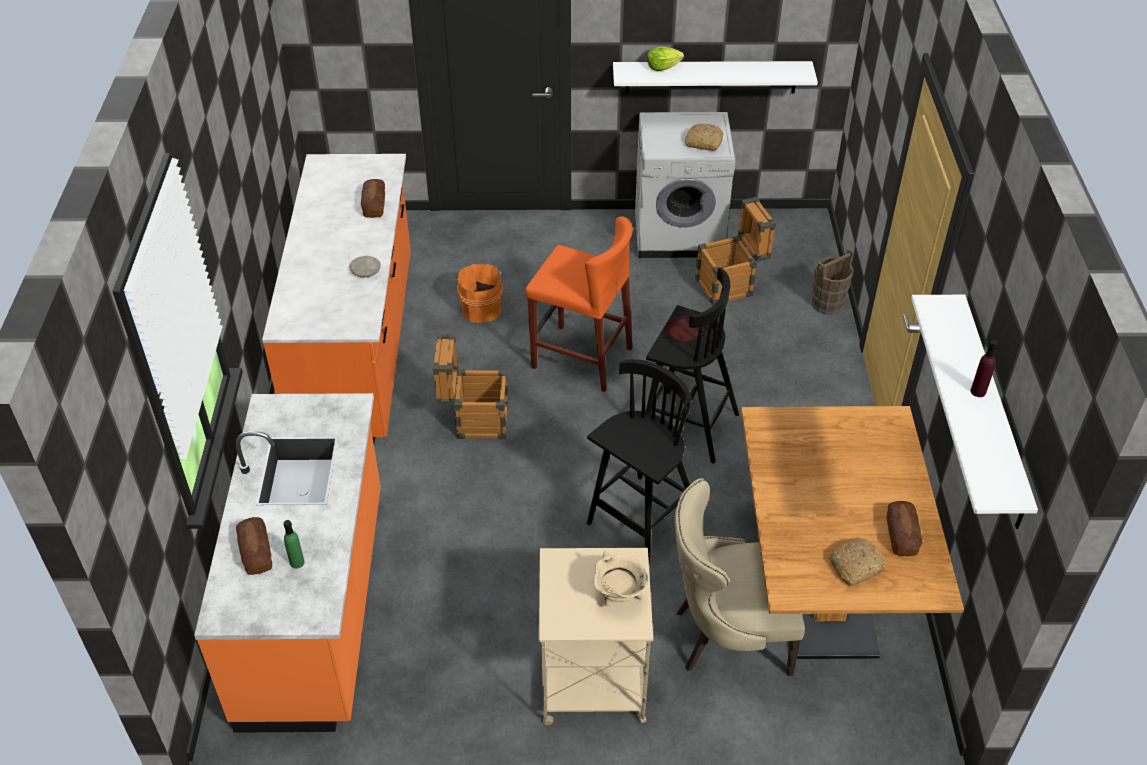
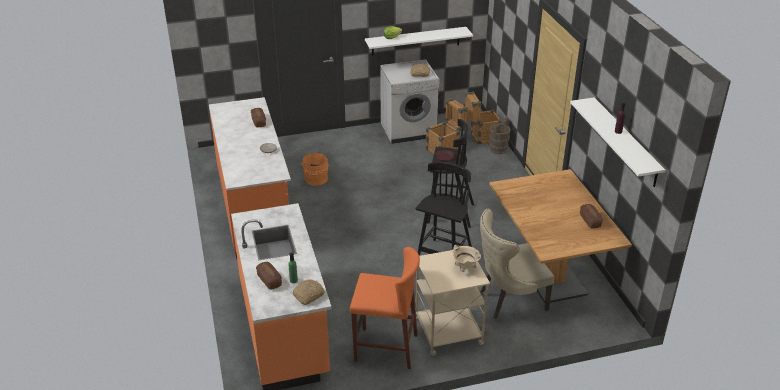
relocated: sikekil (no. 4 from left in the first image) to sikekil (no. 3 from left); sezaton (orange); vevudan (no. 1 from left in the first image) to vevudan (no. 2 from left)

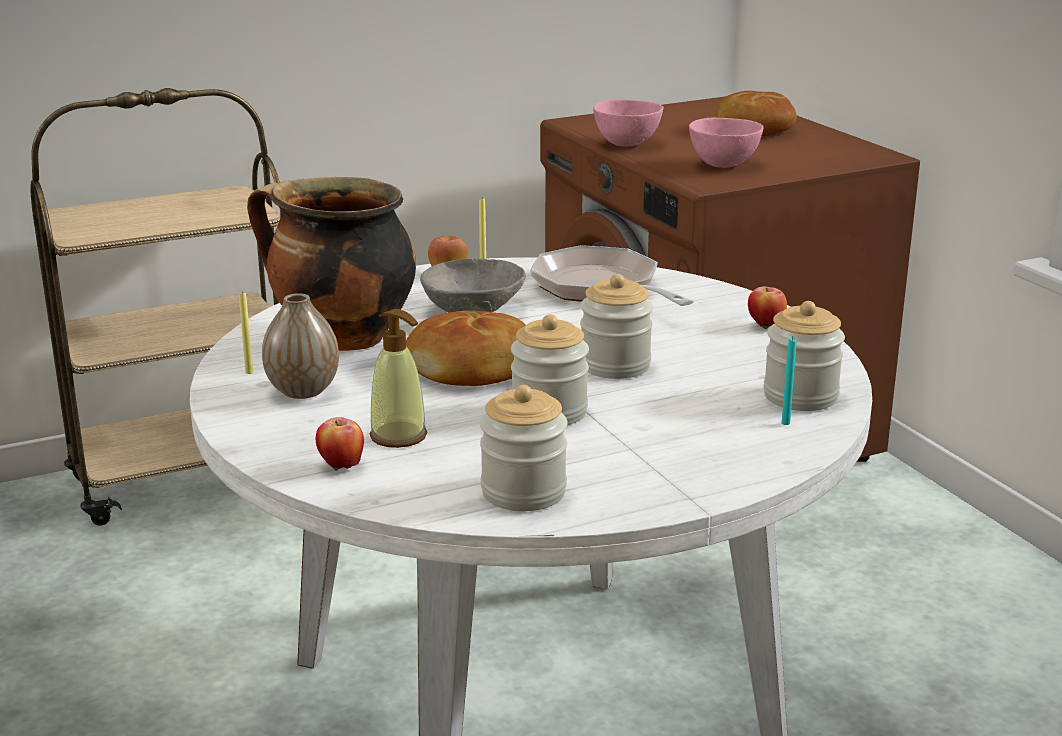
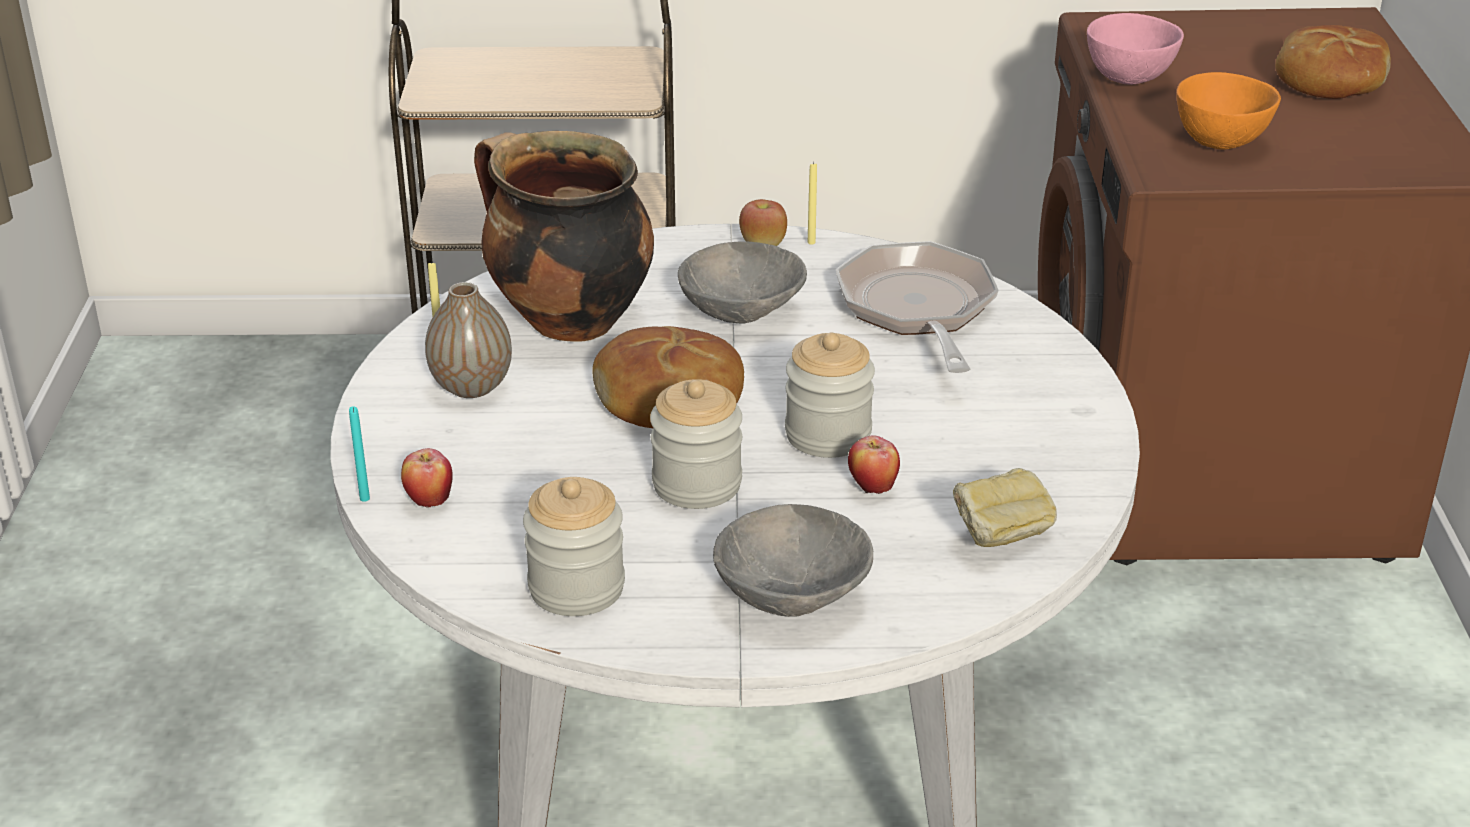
missing: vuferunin
appeared: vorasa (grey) (no. 2 from left)
relocated: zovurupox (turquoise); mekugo (no. 3 from left)
exchanged: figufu (no. 4 from left) to sikekil (no. 2 from left)
colour: vorasa (pink) (no. 2 from left) to vorasa (orange)

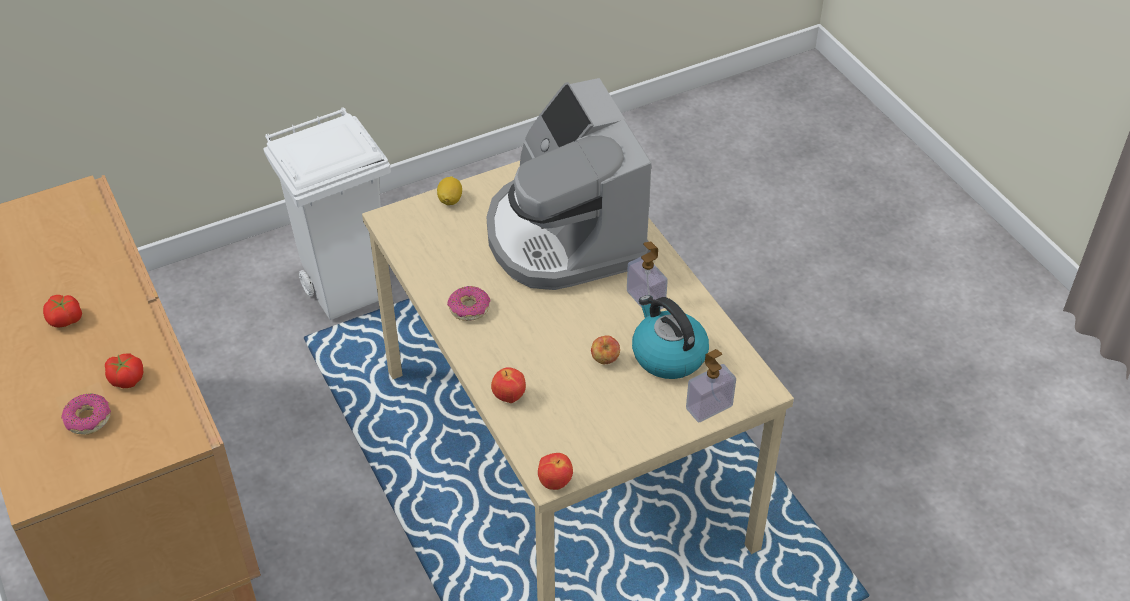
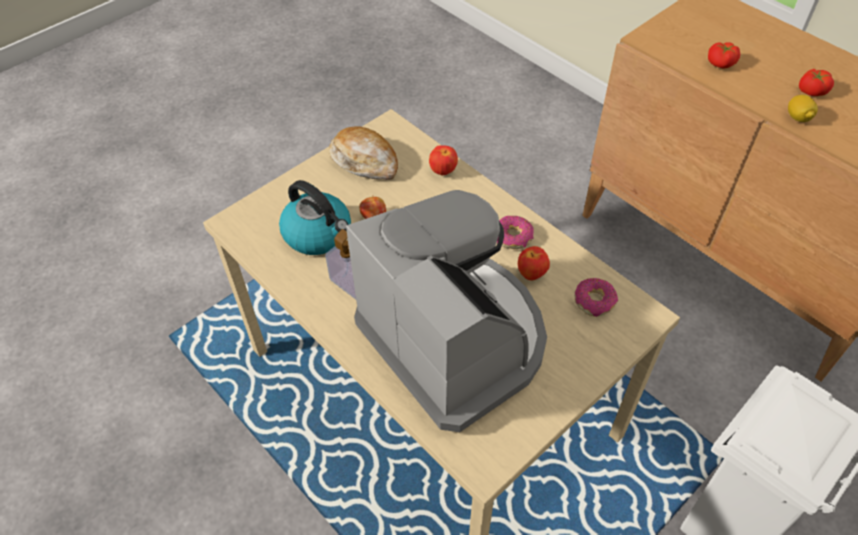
missing: vuferunin (no. 2 from left)
appeared: sikekil
relocated: mekugo (no. 2 from left in the first image) to mekugo (no. 3 from left); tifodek (no. 1 from left in the first image) to tifodek (no. 2 from left); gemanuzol

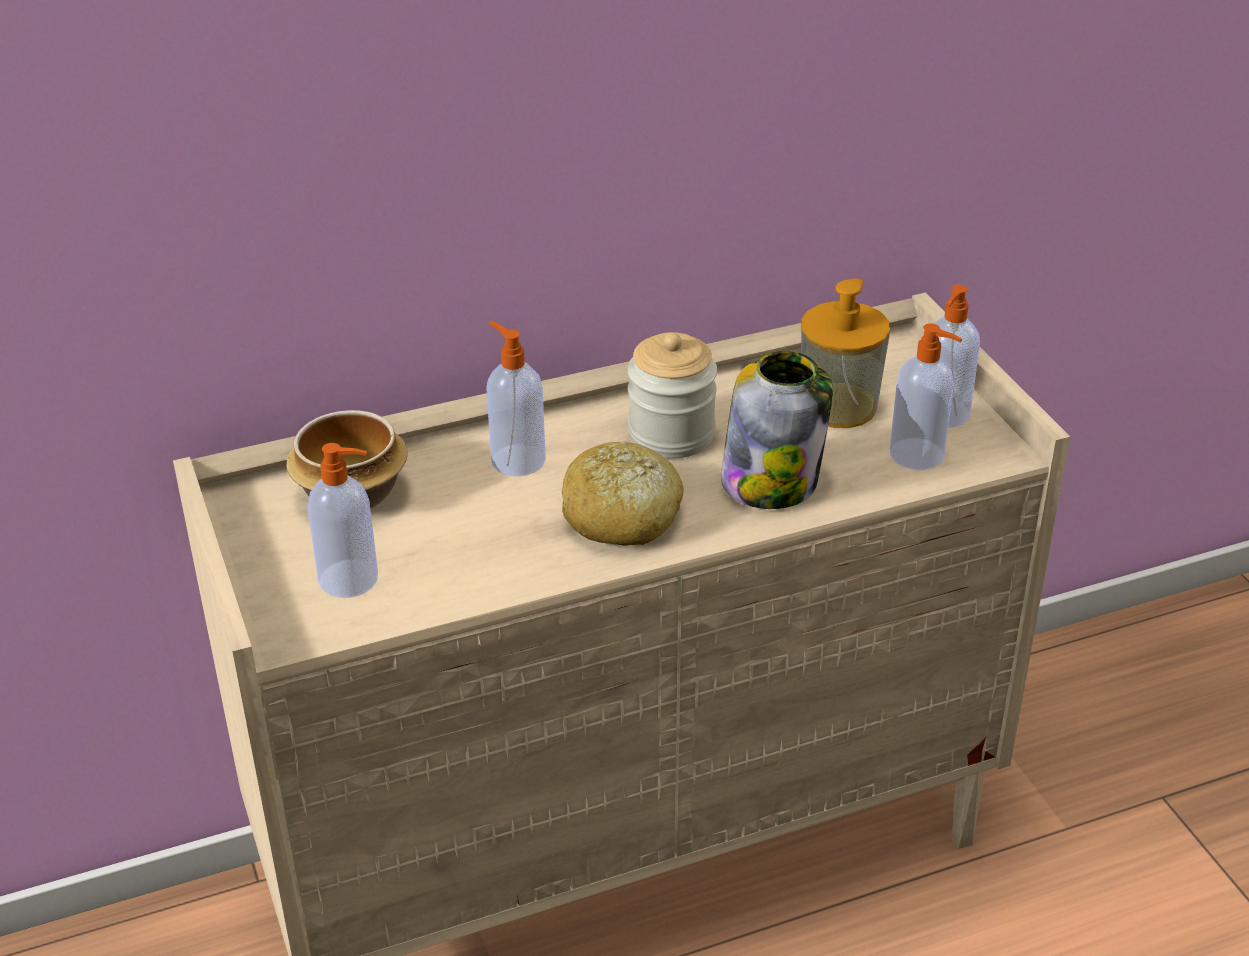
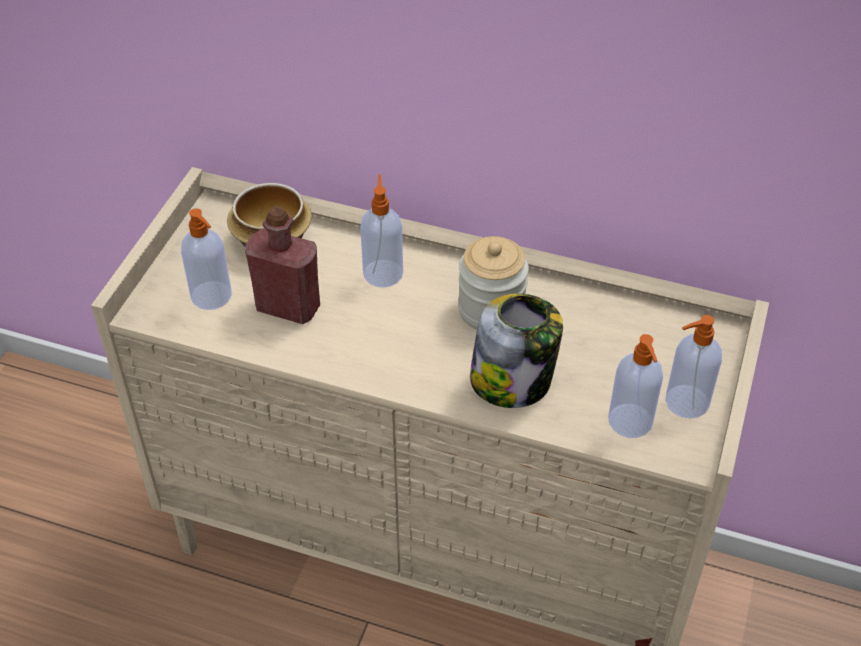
missing: sikekil; vuferunin (no. 3 from left)
appeared: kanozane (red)

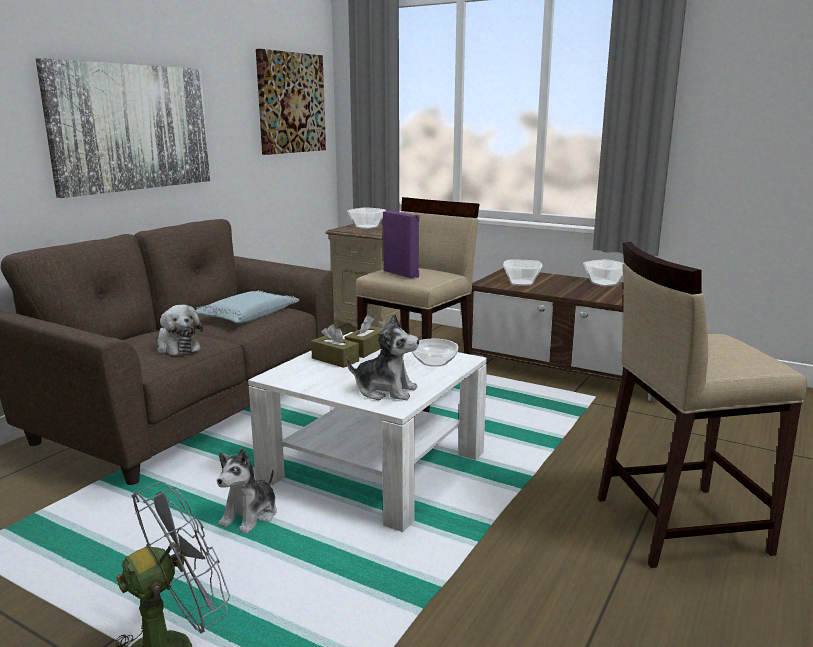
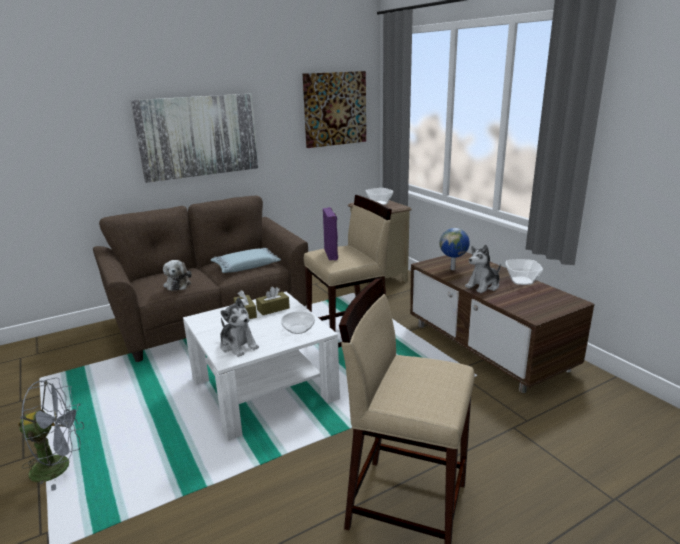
relocated: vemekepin (no. 2 from left in the first image) to vemekepin (no. 3 from left)
exchanged: vorasa (no. 3 from left) to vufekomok

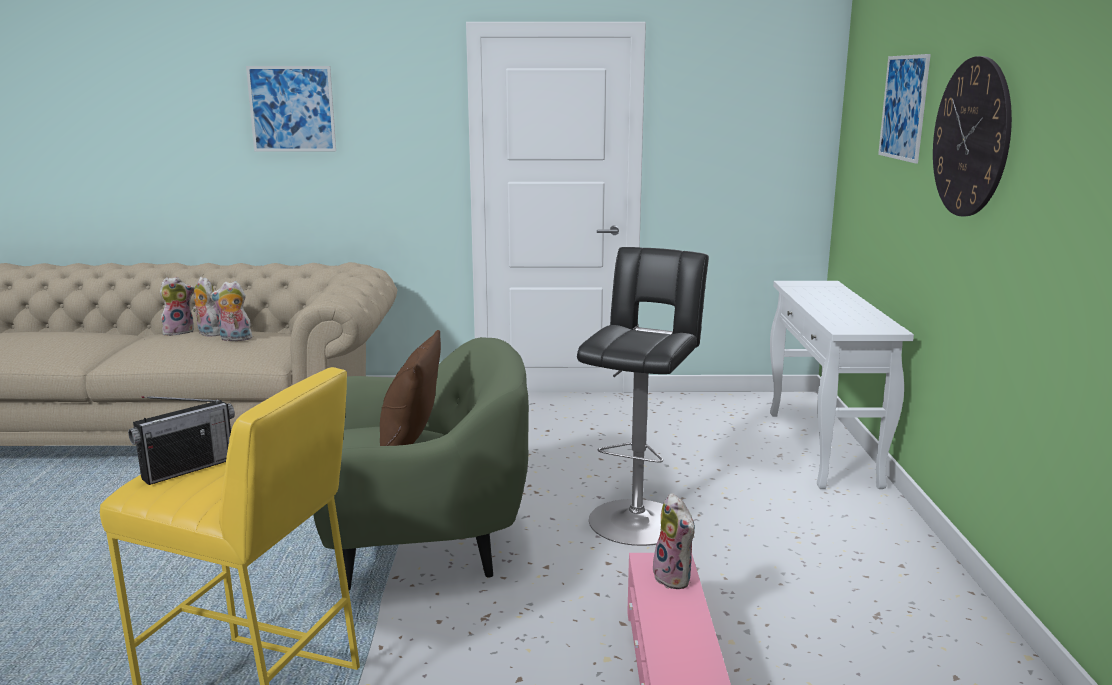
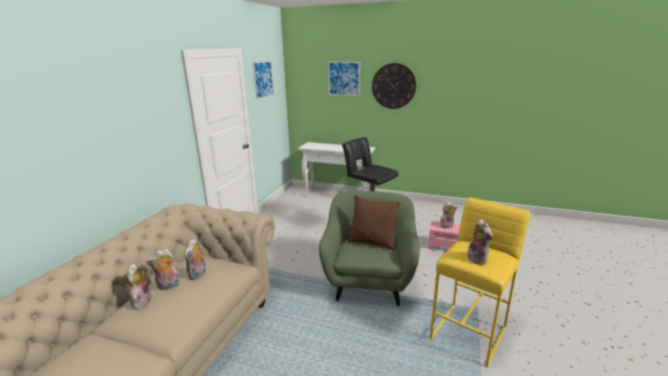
relocated: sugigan (no. 1 from left)
exchanged: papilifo to vemekepin (no. 5 from left)

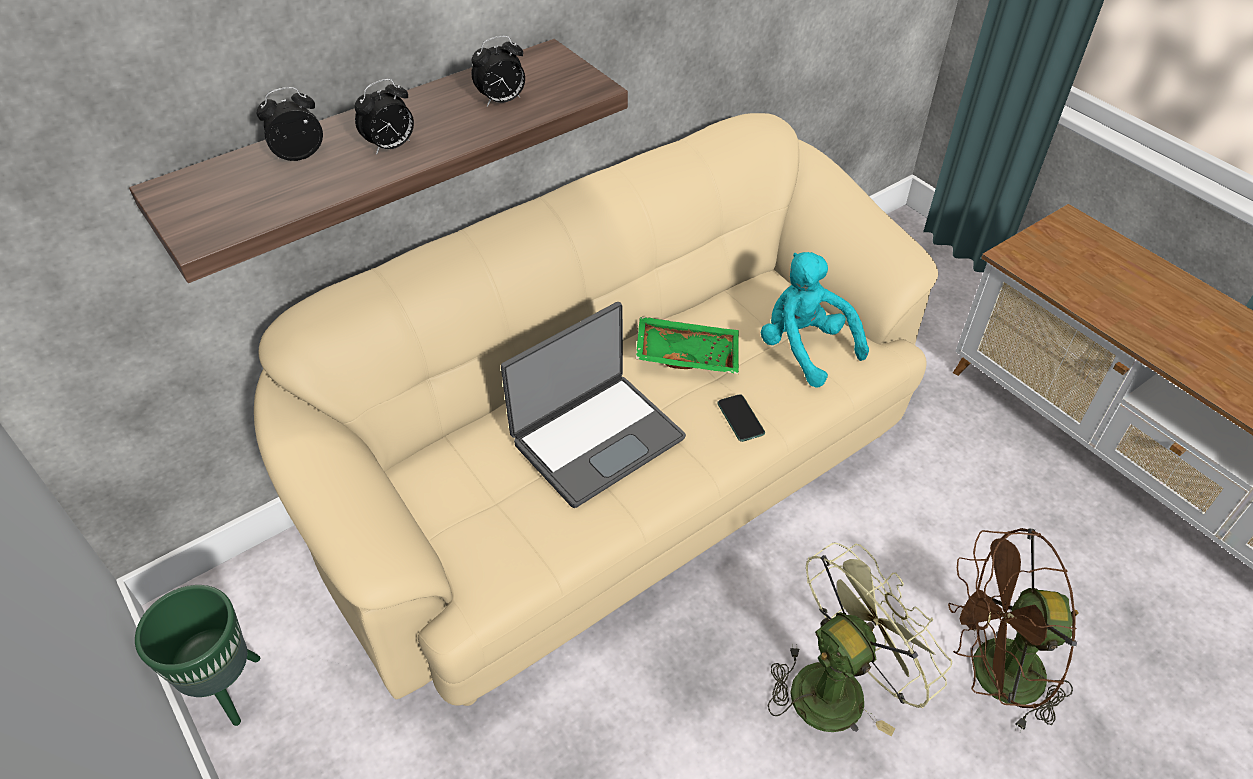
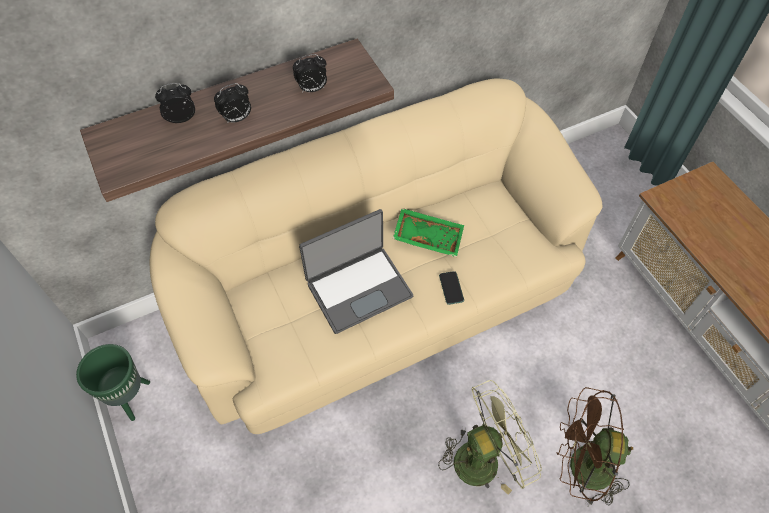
missing: vemekepin (turquoise)

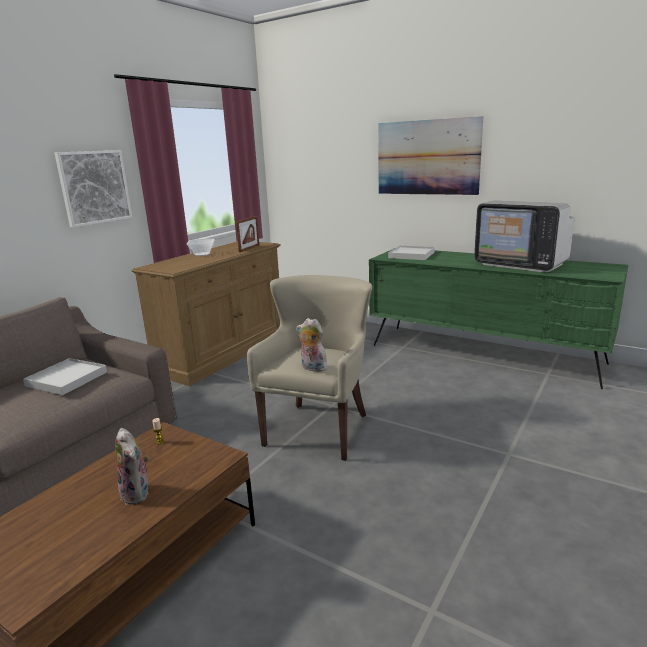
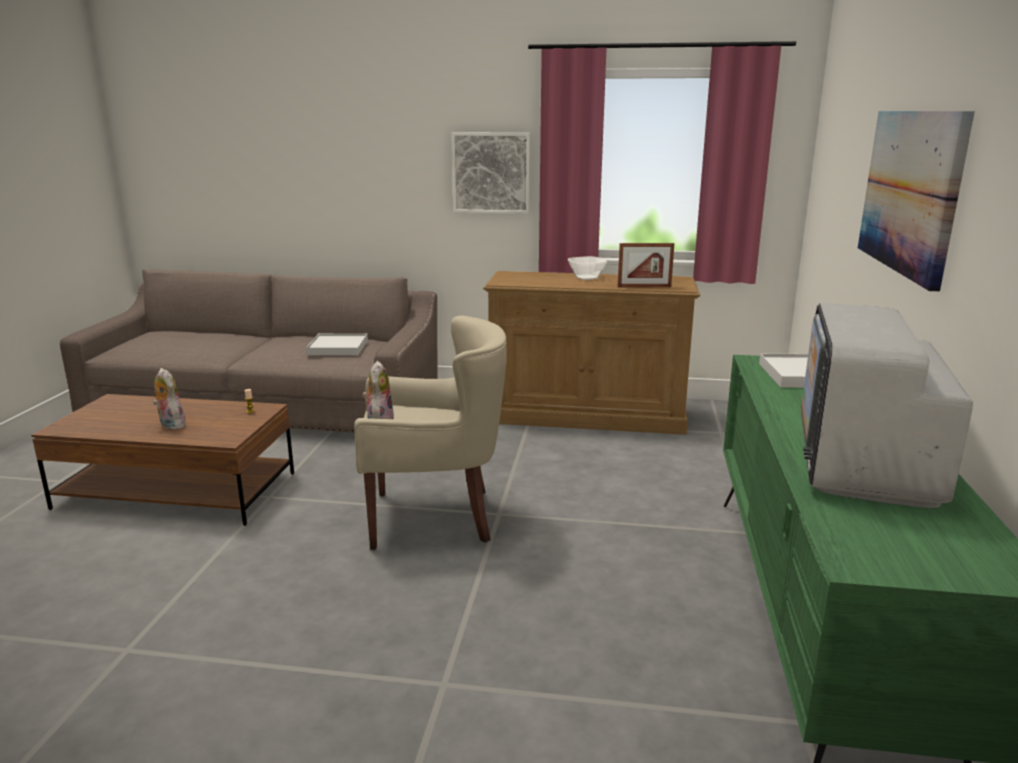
spun: vemekepin (no. 1 from left) 105 degrees clockwise

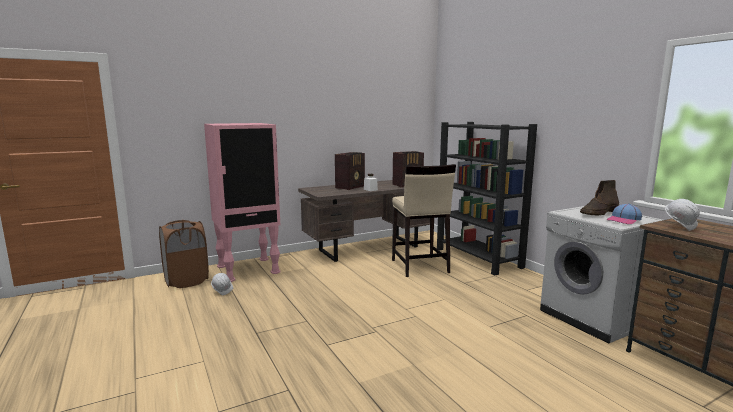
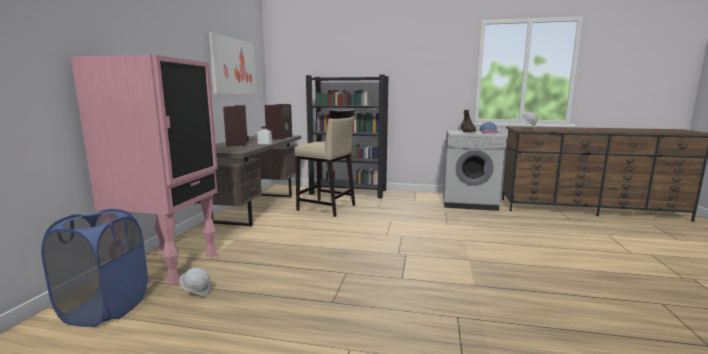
appeared: sugigan
colour: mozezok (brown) to mozezok (blue)

